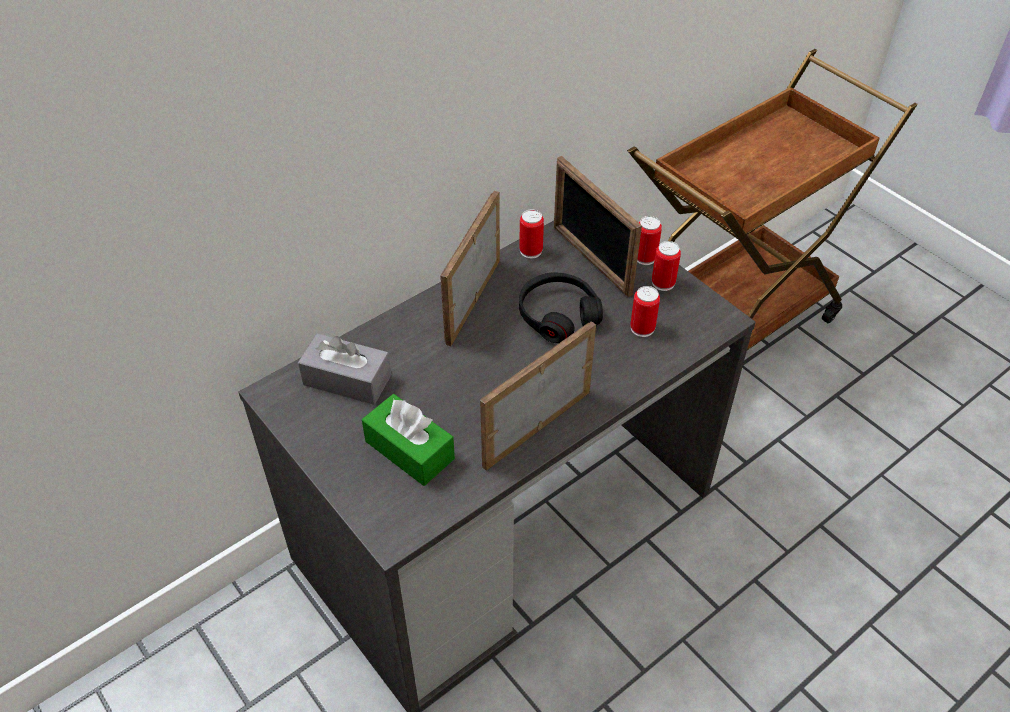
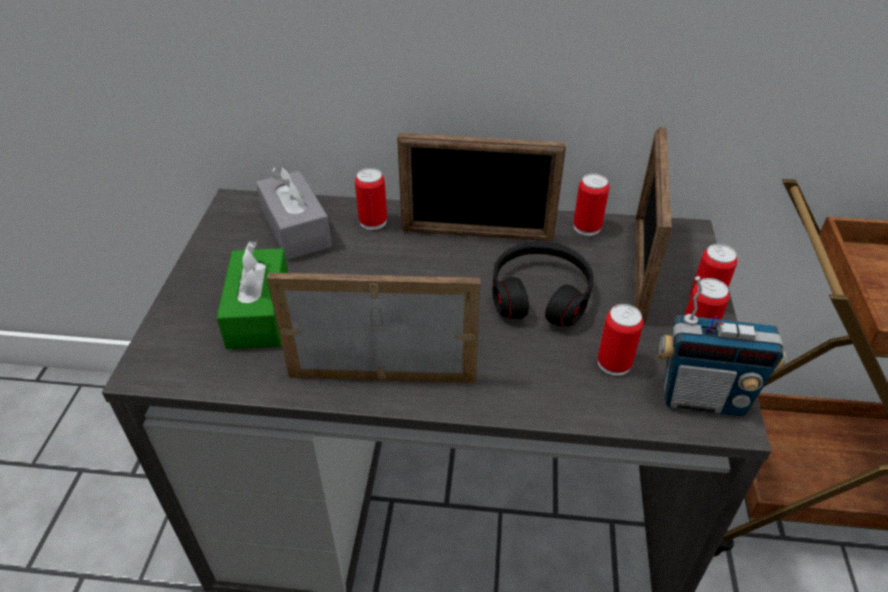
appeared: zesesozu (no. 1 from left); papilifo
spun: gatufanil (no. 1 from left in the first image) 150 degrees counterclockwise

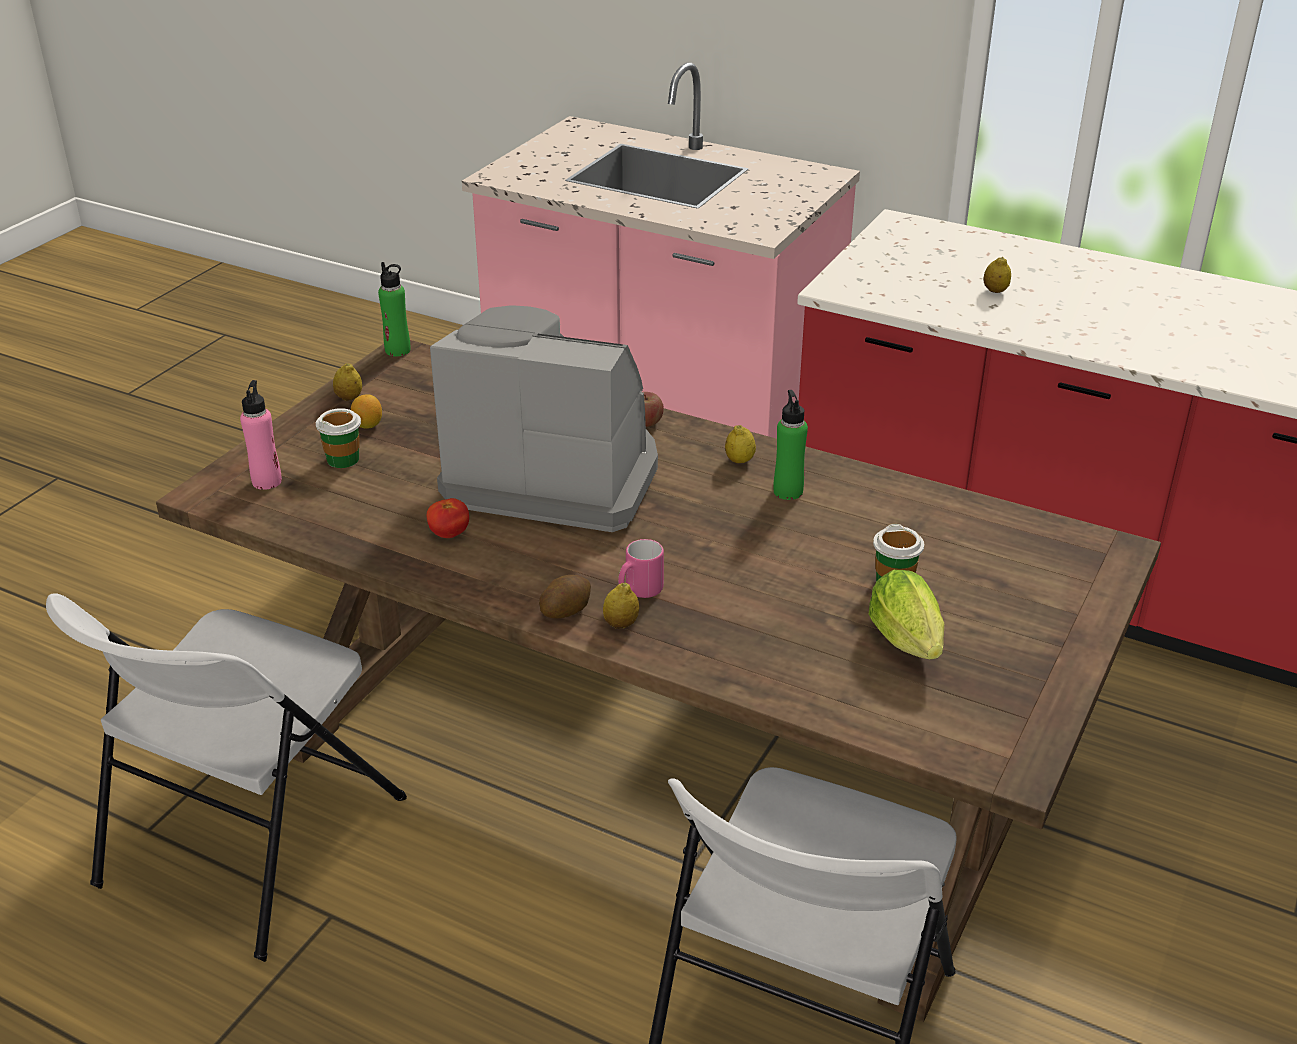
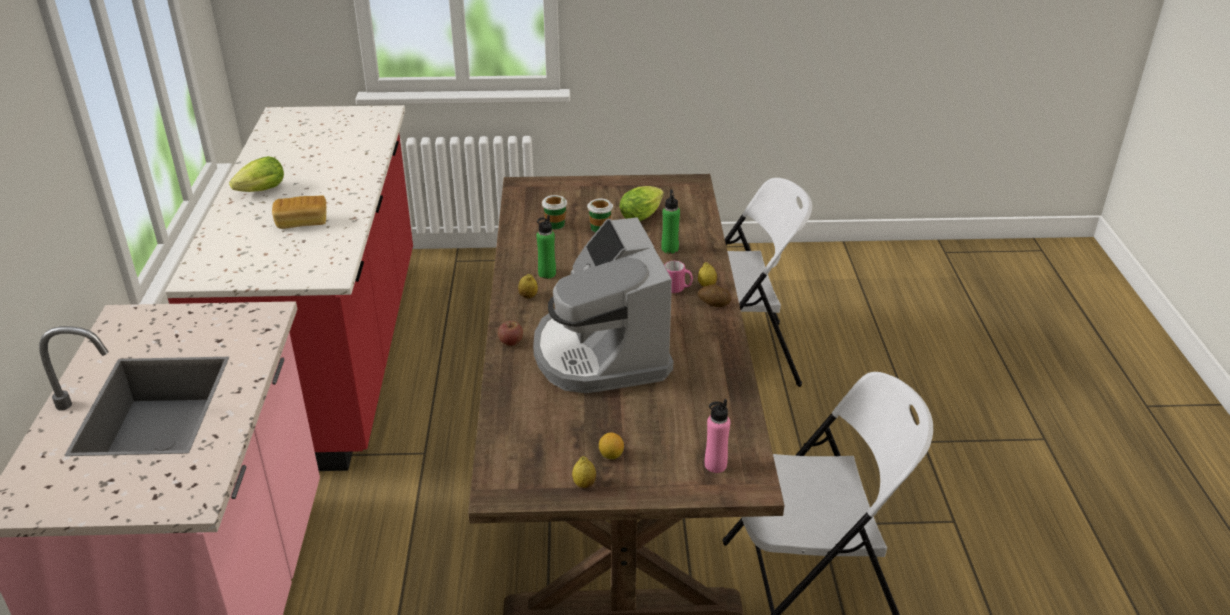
missing: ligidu
appeared: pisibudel (no. 1 from left)
relocated: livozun (no. 1 from left); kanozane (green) (no. 1 from left in the first image) to kanozane (green) (no. 2 from left)
exchanged: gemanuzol (no. 5 from left) to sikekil

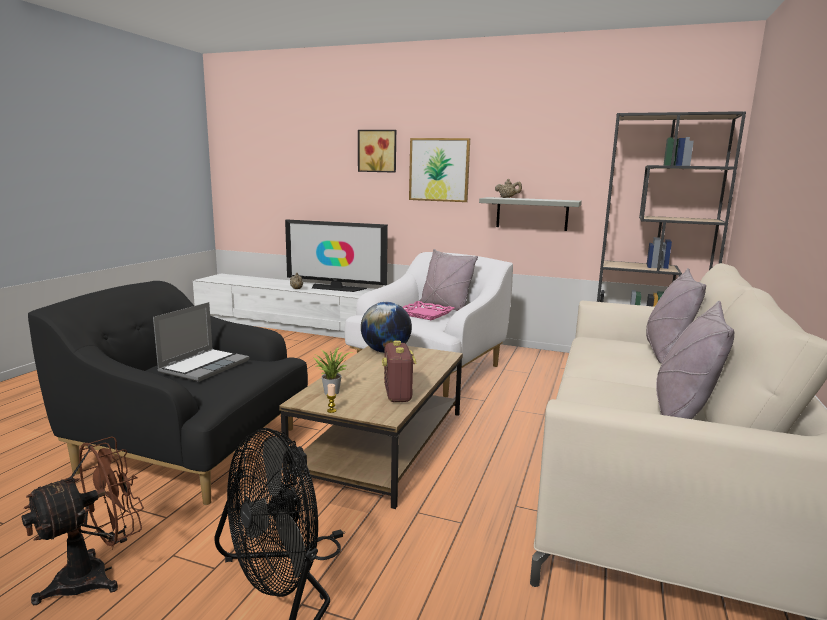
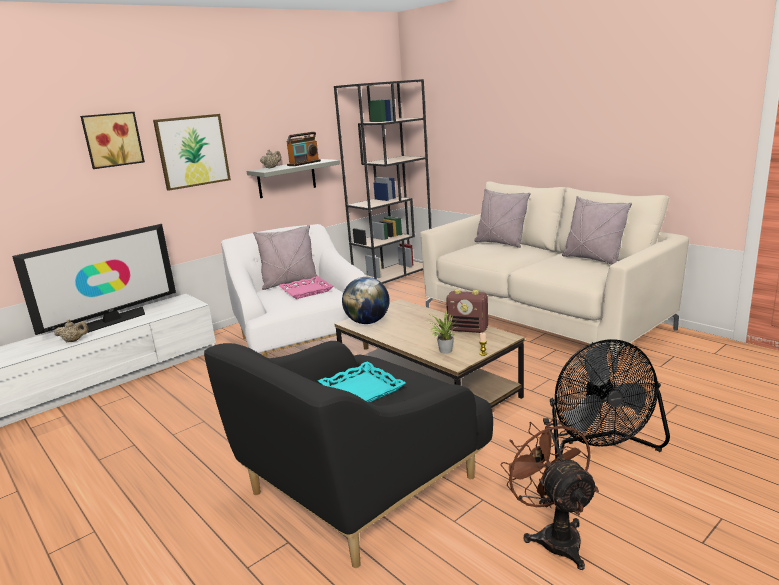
appeared: papilifo (no. 1 from left)
exchanged: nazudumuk to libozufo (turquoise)

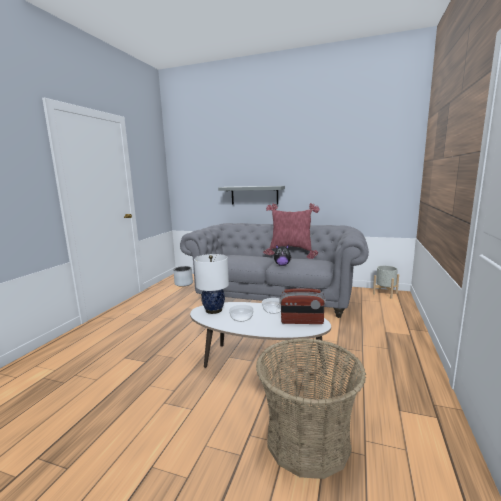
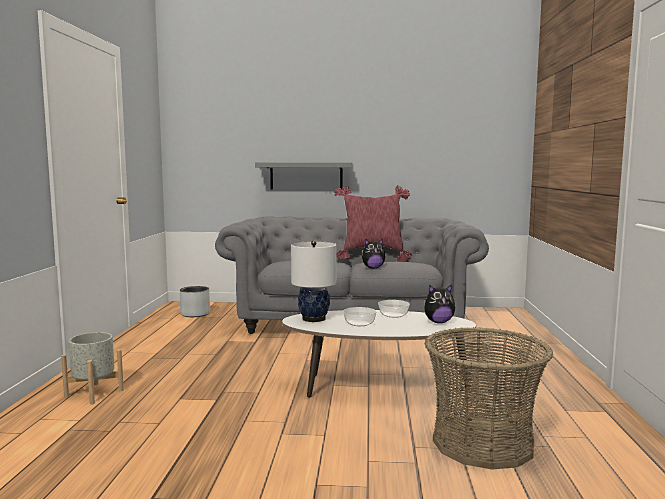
relocated: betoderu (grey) (no. 2 from left in the first image) to betoderu (grey) (no. 1 from left)
exchanged: papilifo to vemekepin (no. 2 from left)

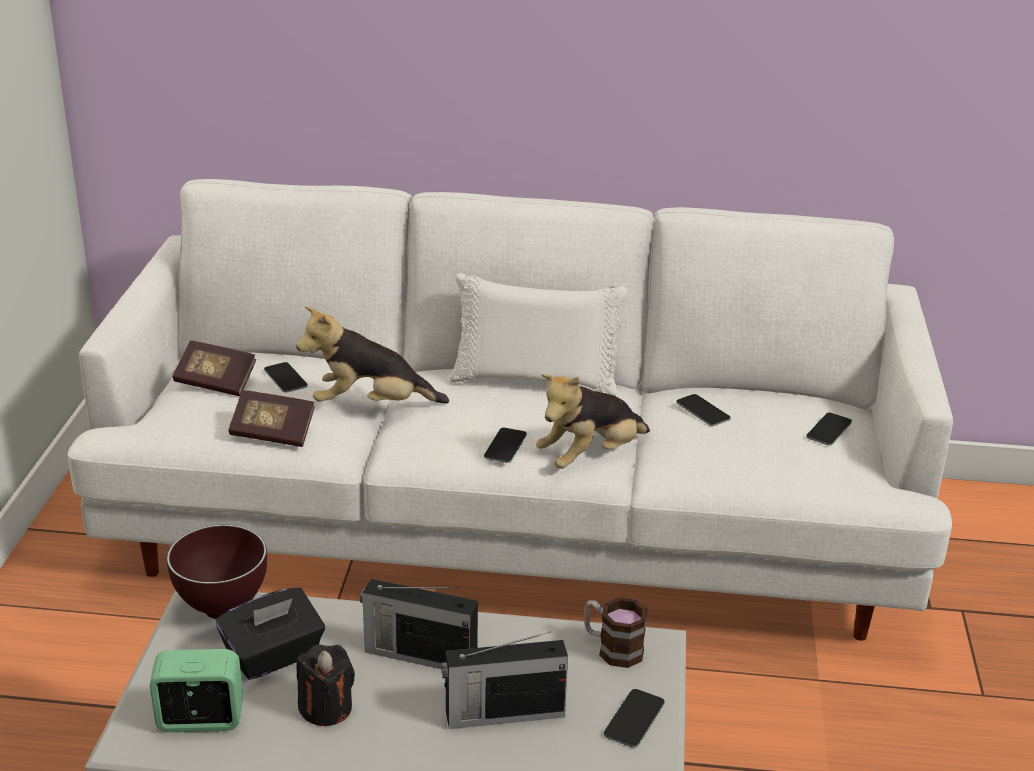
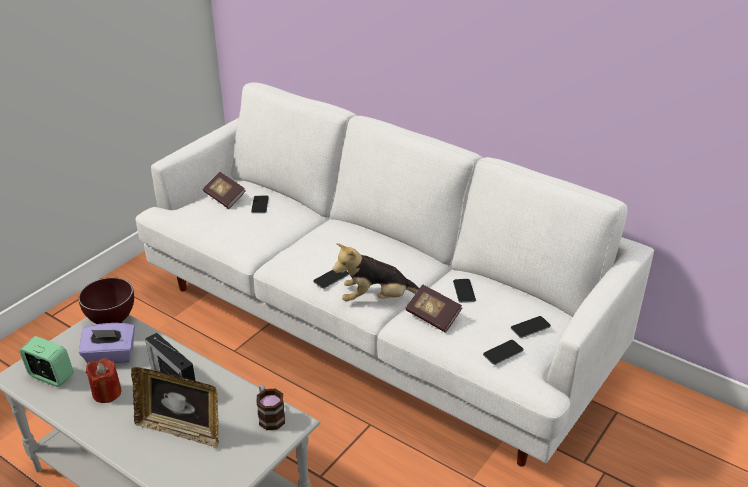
missing: vemekepin (no. 1 from left); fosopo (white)
relocated: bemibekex (no. 2 from left); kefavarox (no. 3 from left in the first image) to kefavarox (no. 4 from left)
exchanged: papilifo (no. 2 from left) to gatufanil
colour: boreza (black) to boreza (purple); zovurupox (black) to zovurupox (red)

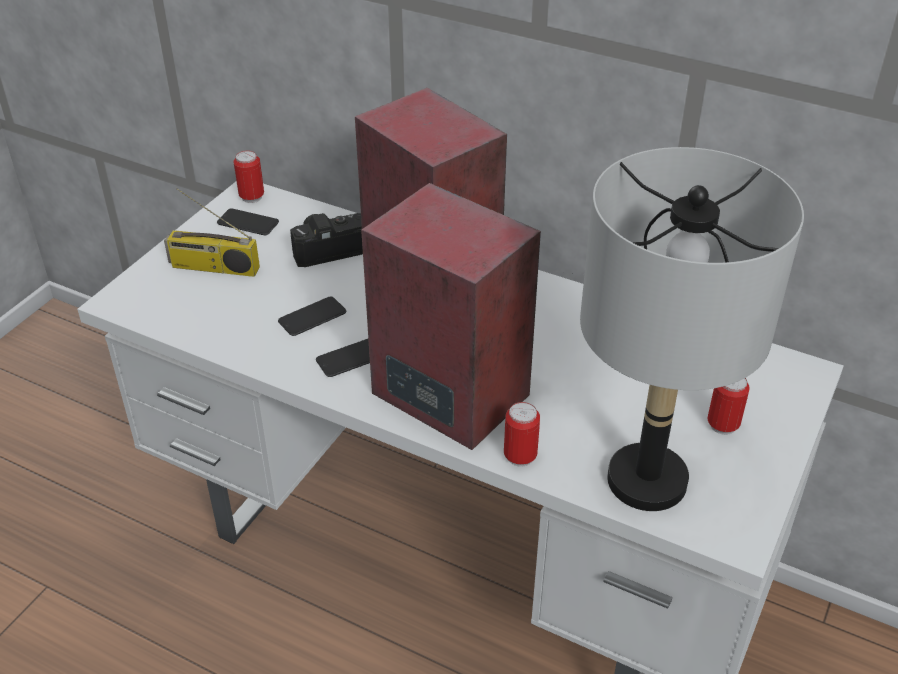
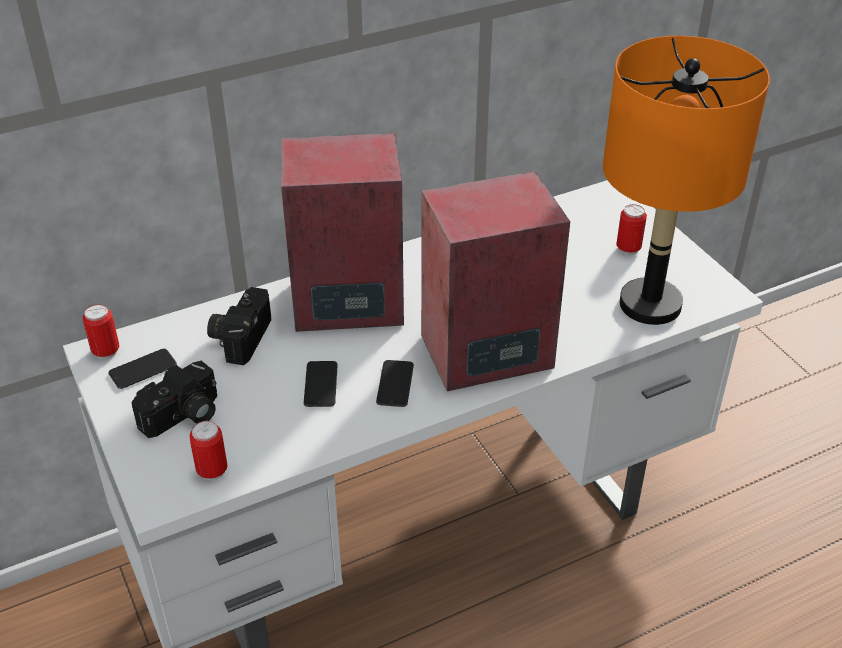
relocated: zesesozu (no. 2 from left)
exchanged: papilifo to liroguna (no. 1 from left)
colour: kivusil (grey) to kivusil (orange)

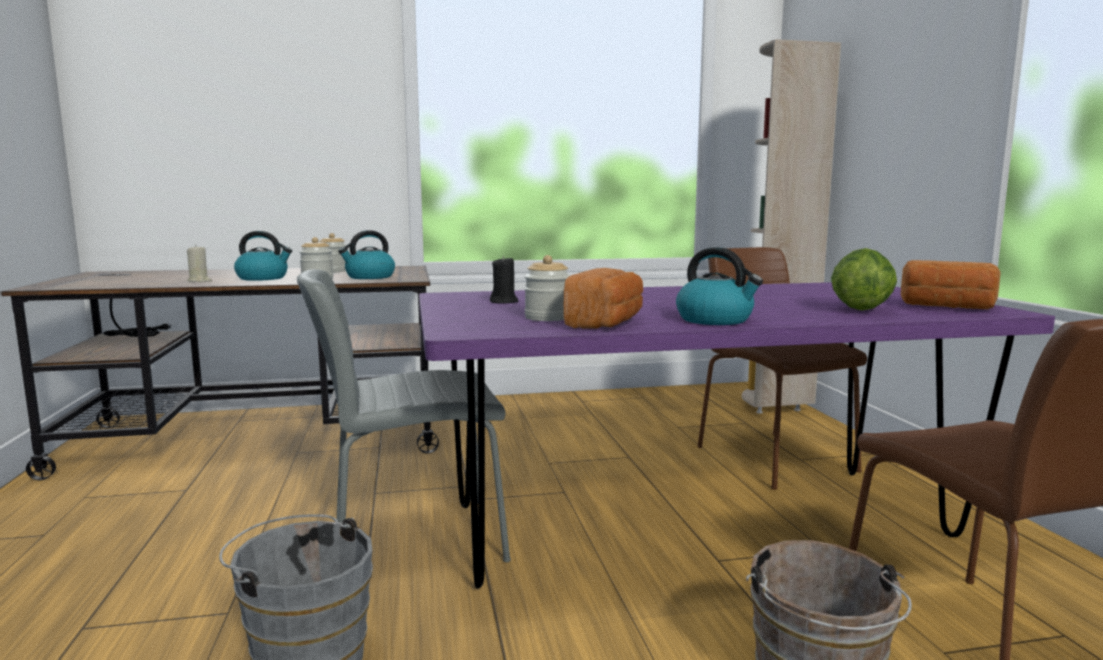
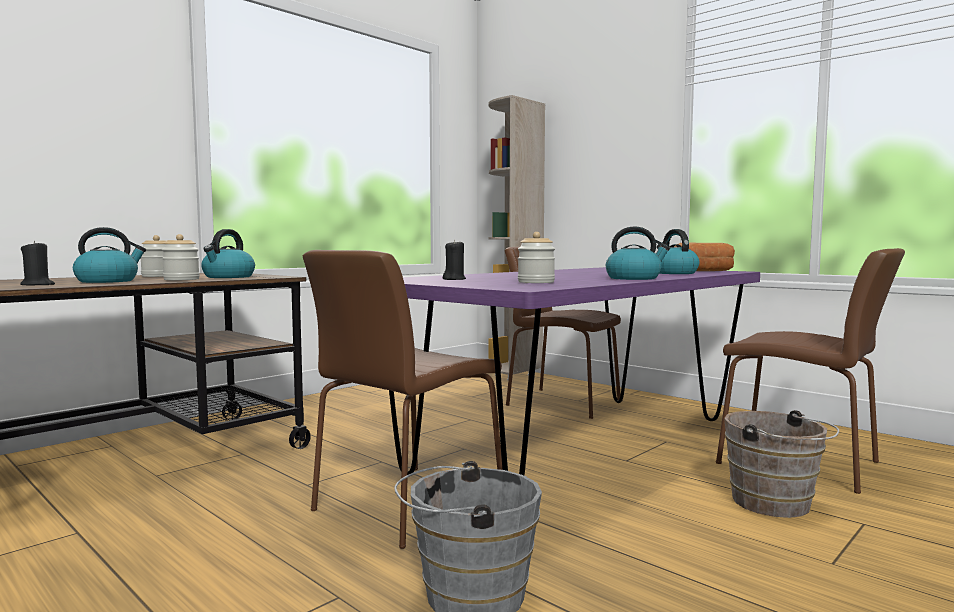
missing: sikekil (no. 1 from left)
exchanged: pisibudel to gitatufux (no. 4 from left)
colour: zovurupox (beige) to zovurupox (black) (no. 1 from left); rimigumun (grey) to rimigumun (brown) (no. 1 from left)

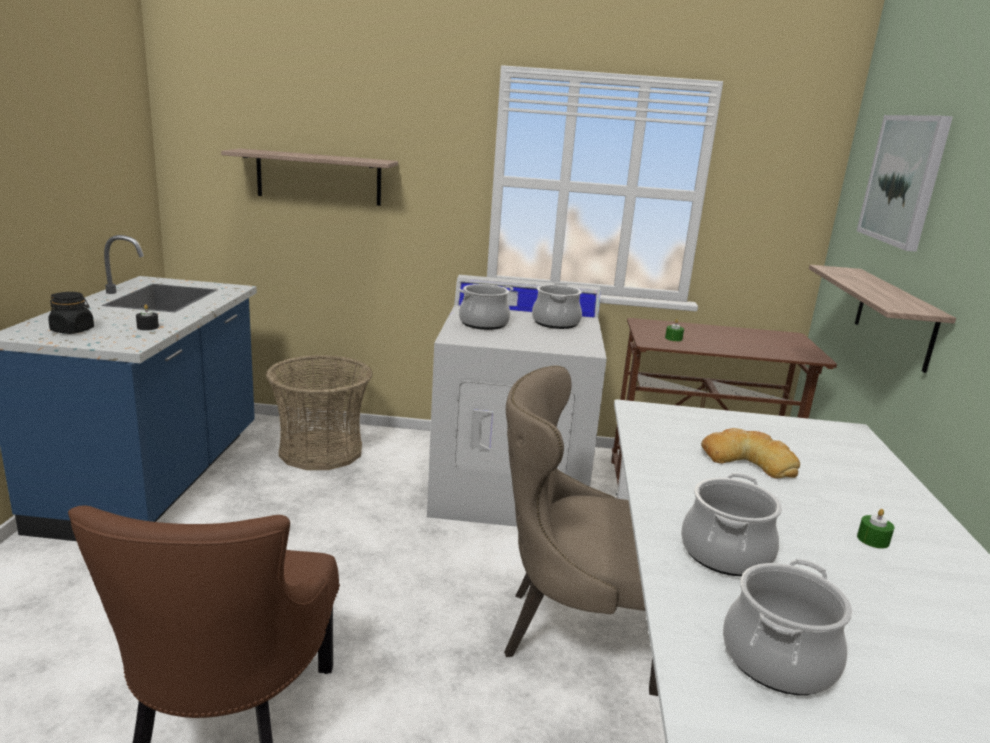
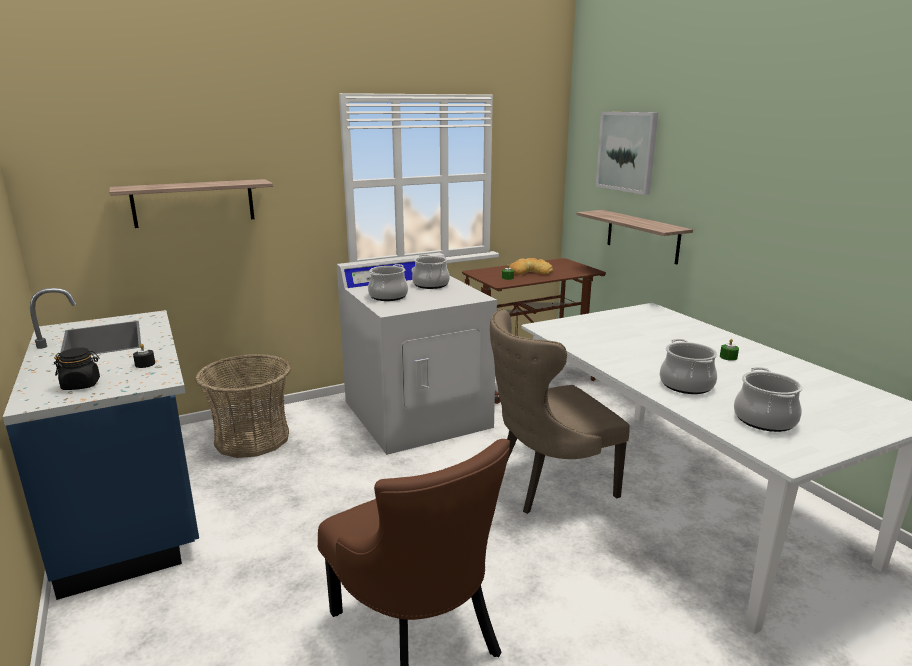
relocated: sikekil

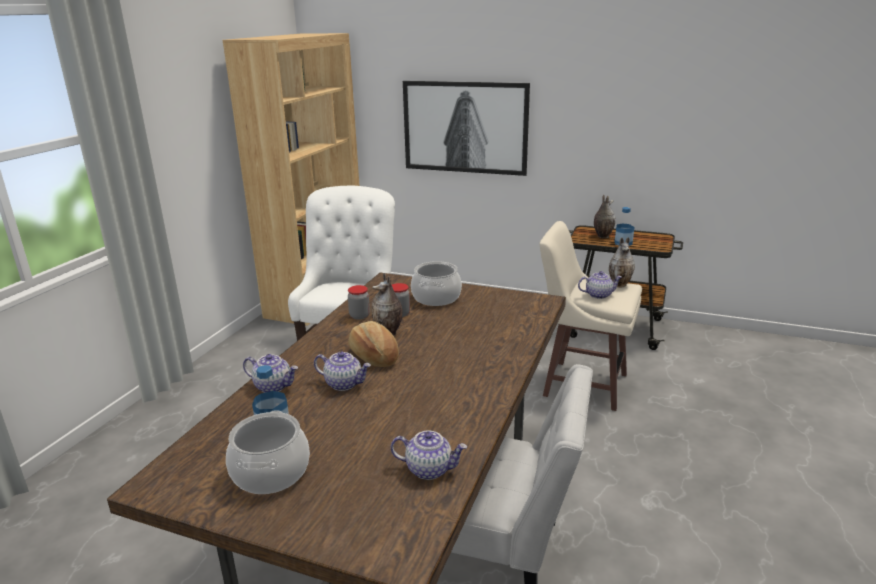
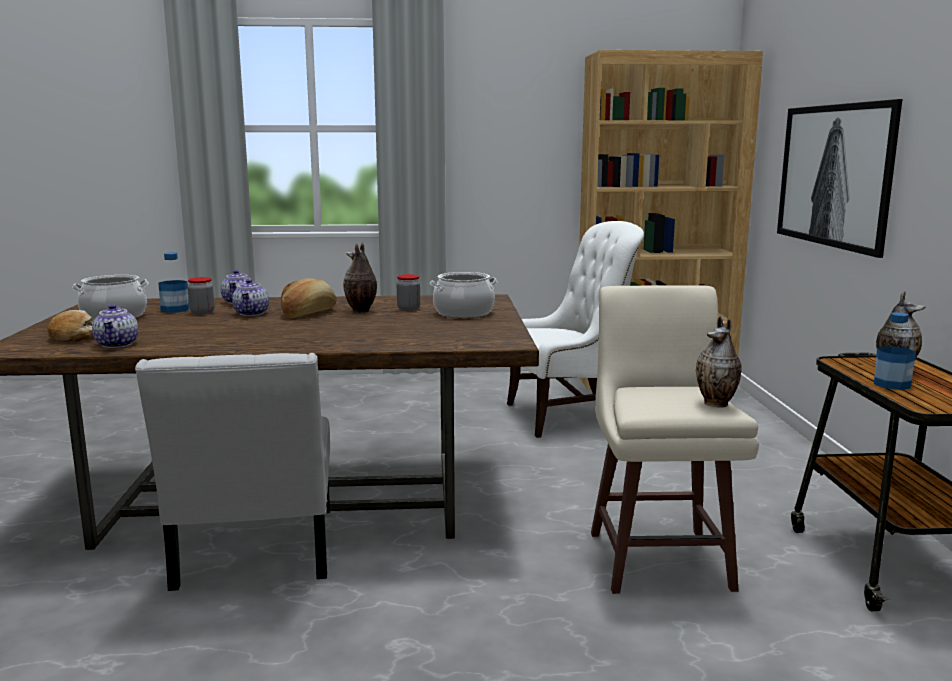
missing: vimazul (no. 4 from left)
appeared: sikekil (no. 1 from left)
relocated: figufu (no. 1 from left)

